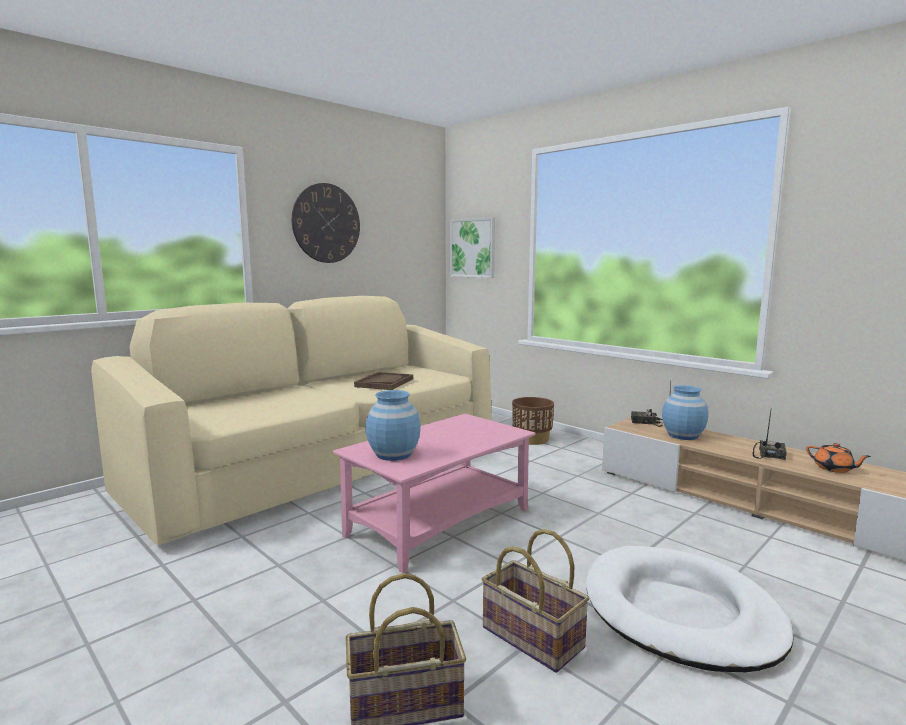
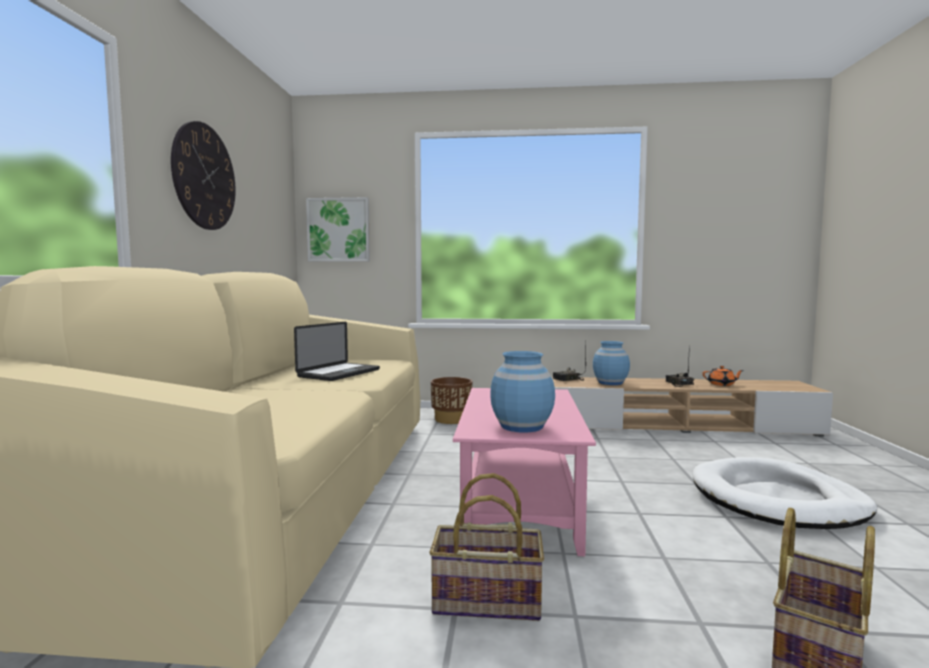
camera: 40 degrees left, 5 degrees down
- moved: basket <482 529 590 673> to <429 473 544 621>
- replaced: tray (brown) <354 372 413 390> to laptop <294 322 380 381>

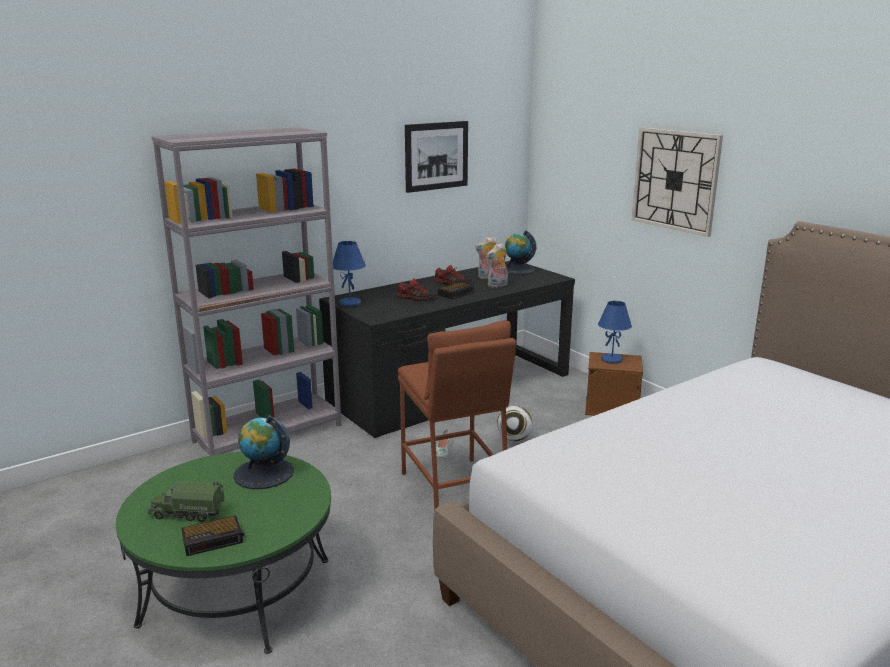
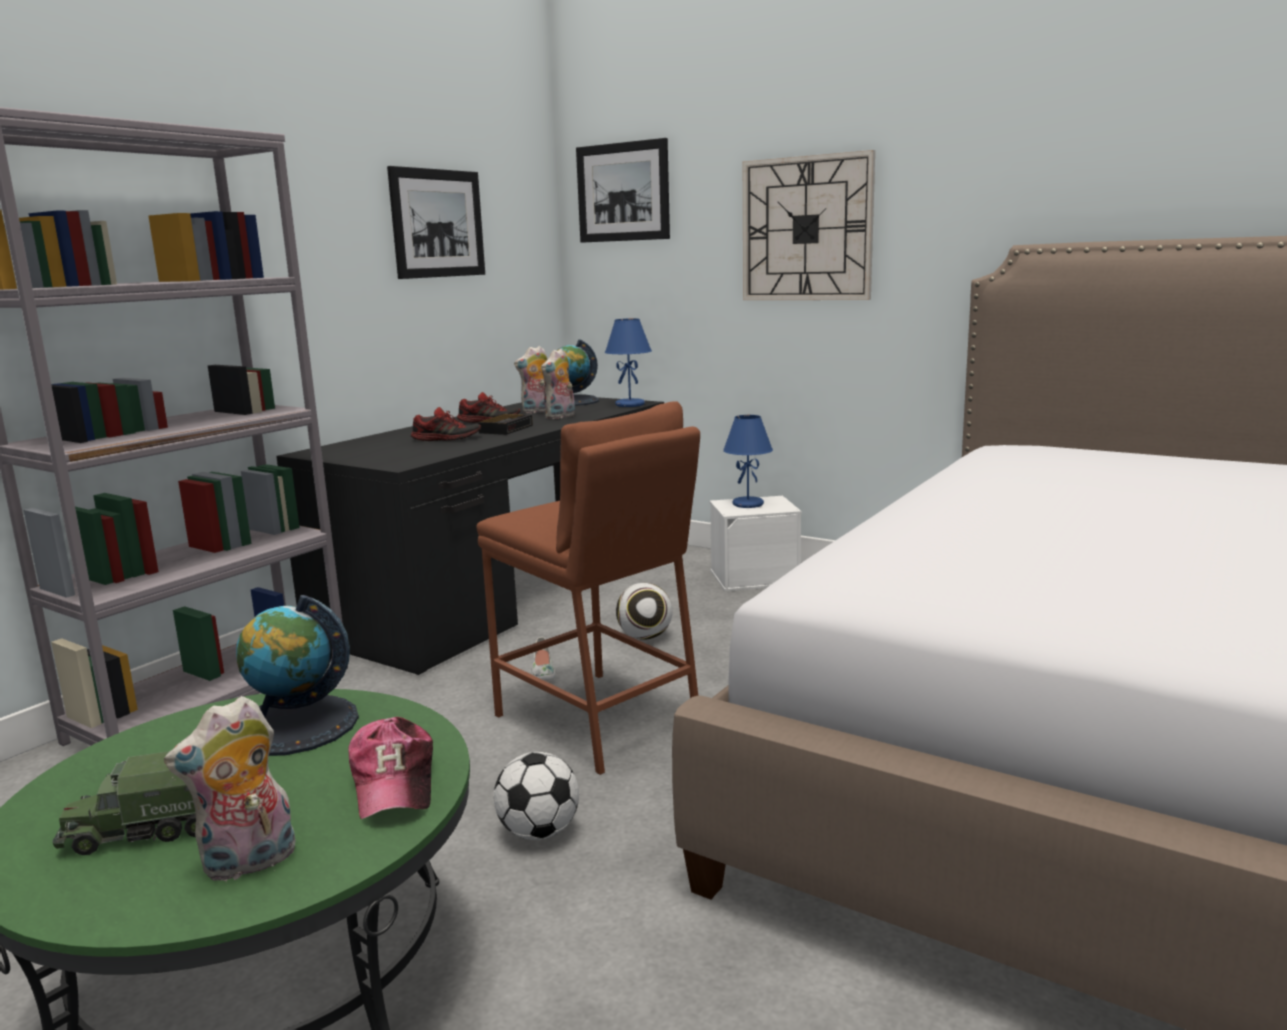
camera: 20 degrees left, 5 degrees down
- added: cap <348 717 433 819>
- added: football <494 752 579 840>
- added: picture <576 138 670 243>
- moved: table lamp (blue) <333 241 366 307> to <605 318 652 407>
- replaced: alarm clock <181 515 245 556> to plush toy <164 696 296 883>
- recoloured: storage box (brown) <585 352 643 416> to storage box (white) <710 496 802 591>

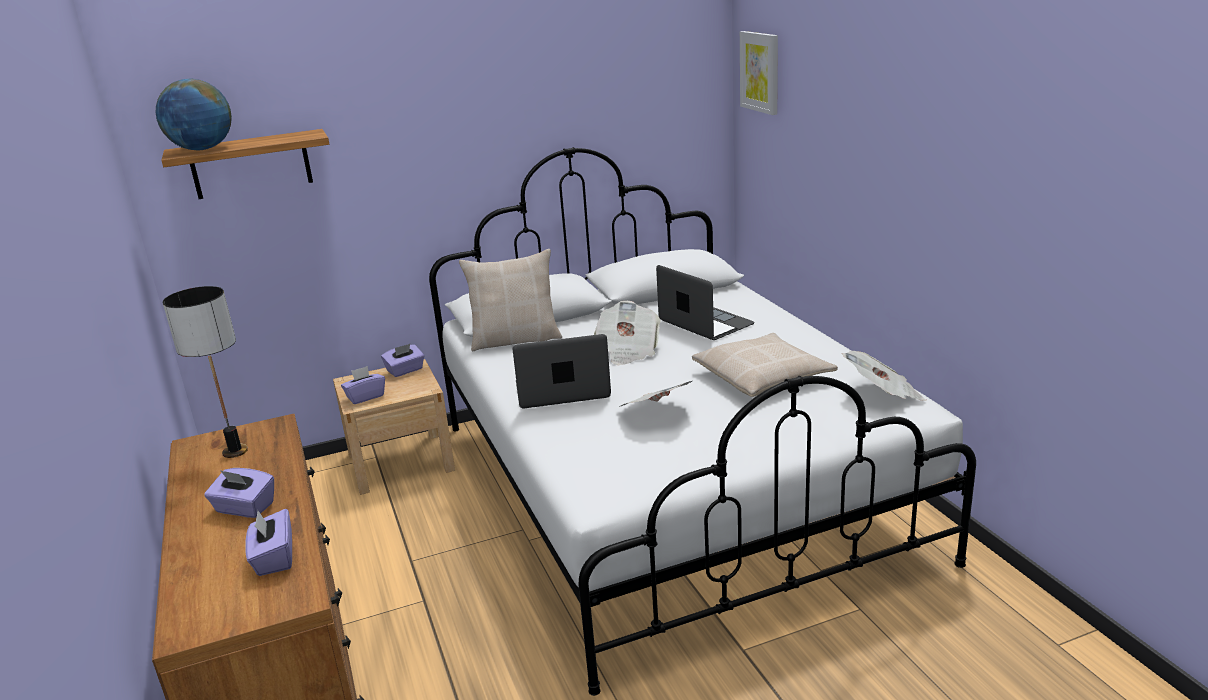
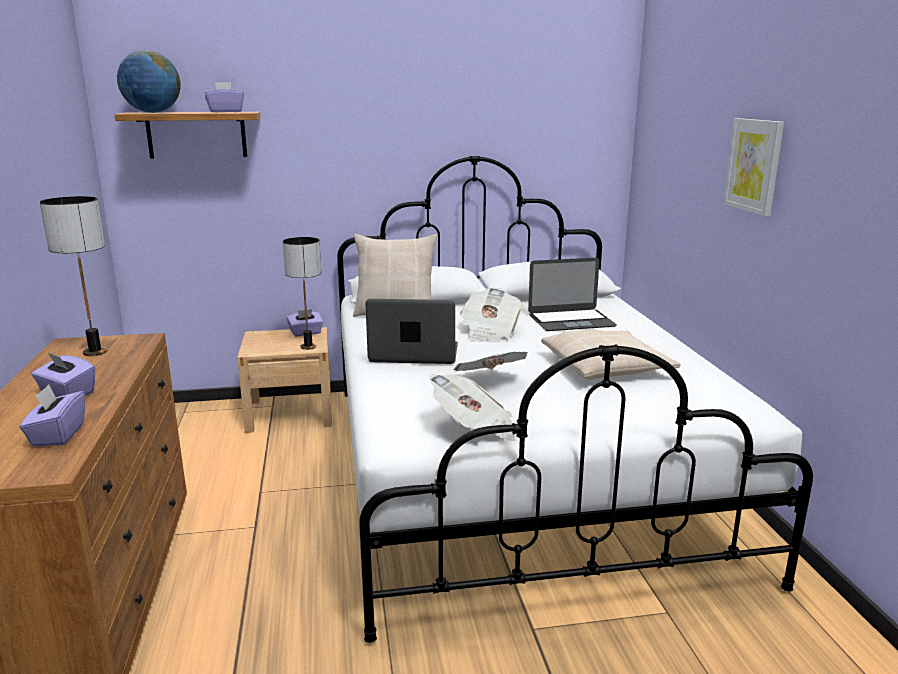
camera: 10 degrees right, 5 degrees down
- added: table lamp <283 237 321 350>
- moved: tissue box (purple) <341 366 385 404> to <205 82 244 112>
- moved: picture <740 31 778 115> to <724 118 784 216>
- moved: newspaper <842 351 926 401> to <429 374 515 441>
- turned: laptop <656 265 755 340> = <528 258 617 331> 105 degrees clockwise

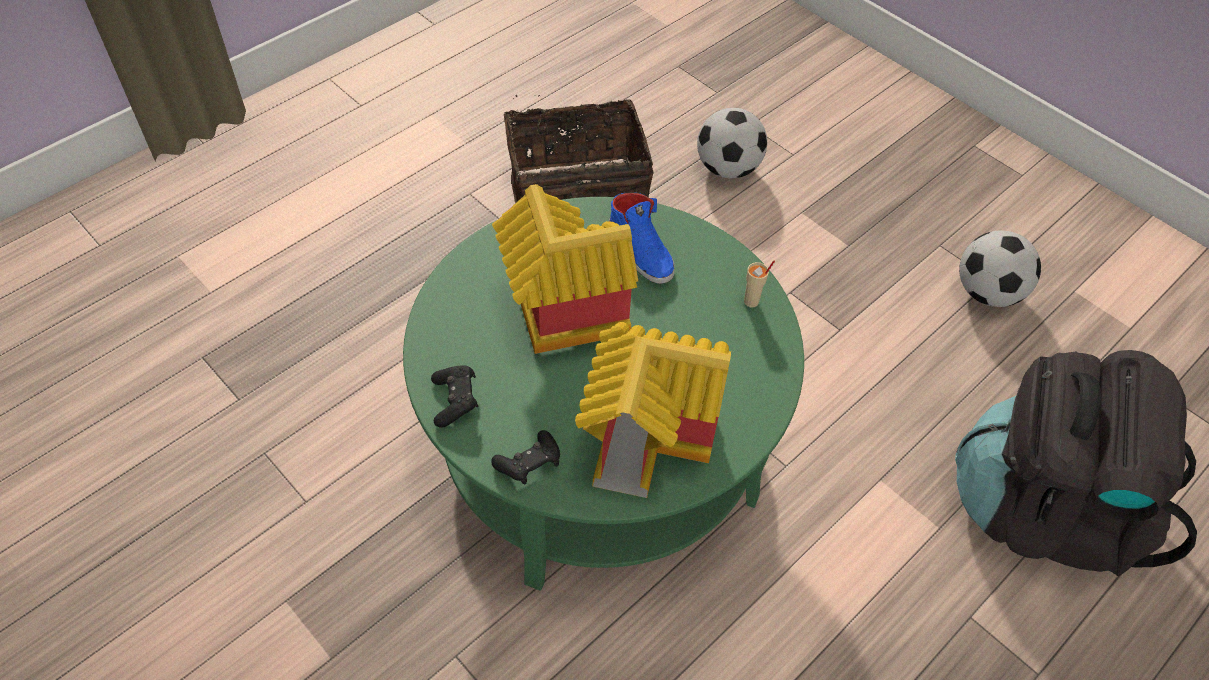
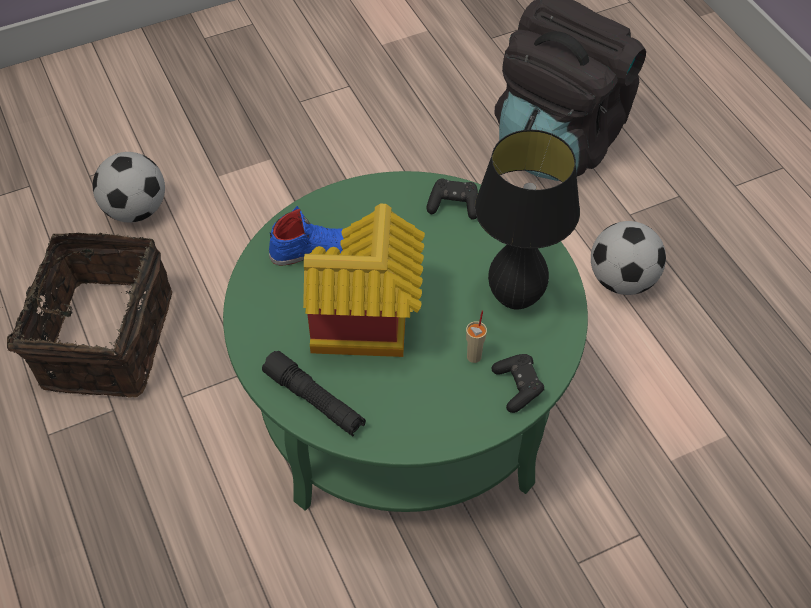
camera: 70 degrees left, 0 degrees up
- added: flashlight (black) <262 351 366 436>
- moved: game controller (black) <431 365 478 428> to <426 178 478 220>
- moved: cup (beige) <744 261 775 308> to <466 311 487 363>
- moved: football <959 231 1041 307> to <591 221 666 295>
- replaced: toy house <575 322 731 498> to table lamp (black) <475 130 580 310>

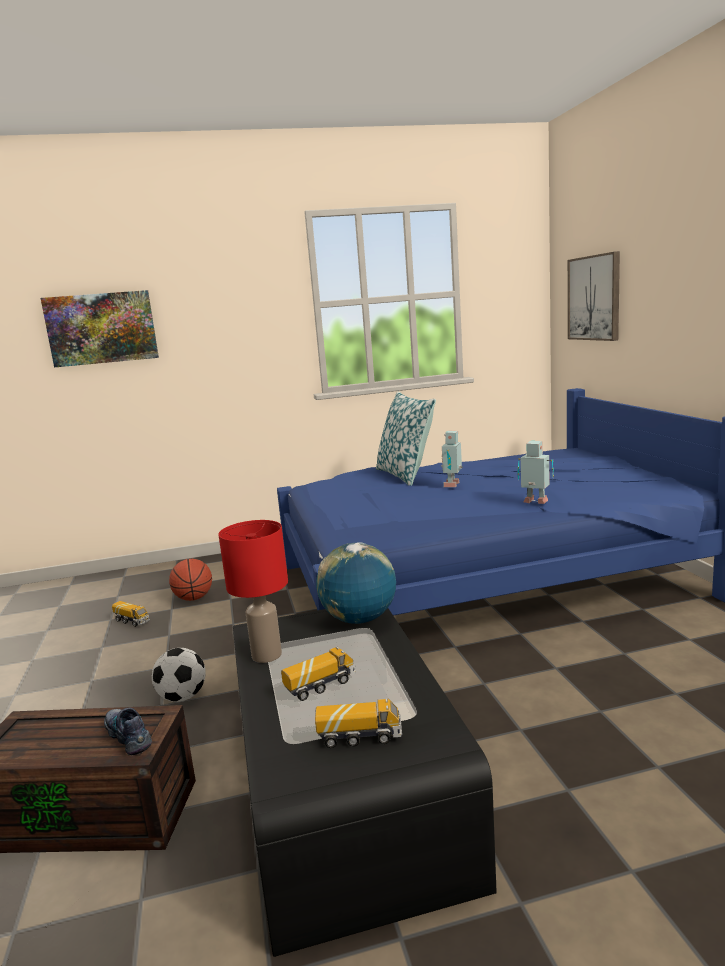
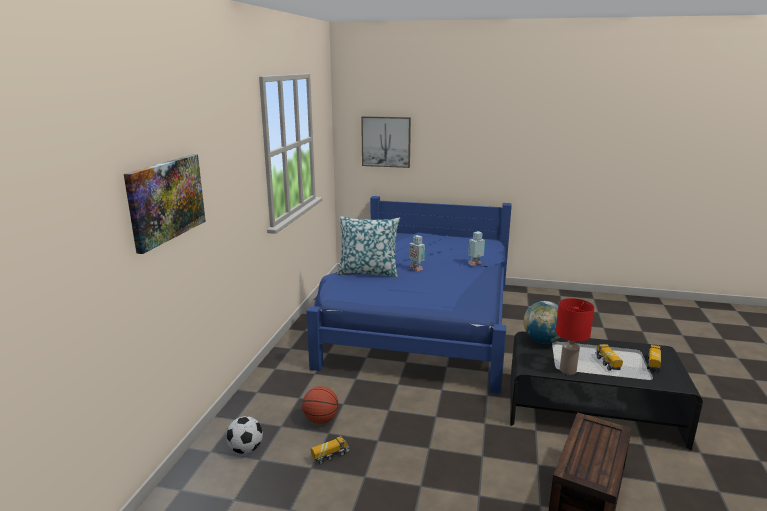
camera: 65 degrees left, 5 degrees up
- removed: shoe <104 707 152 755>
- moved: football <152 648 206 702> to <226 416 263 454>

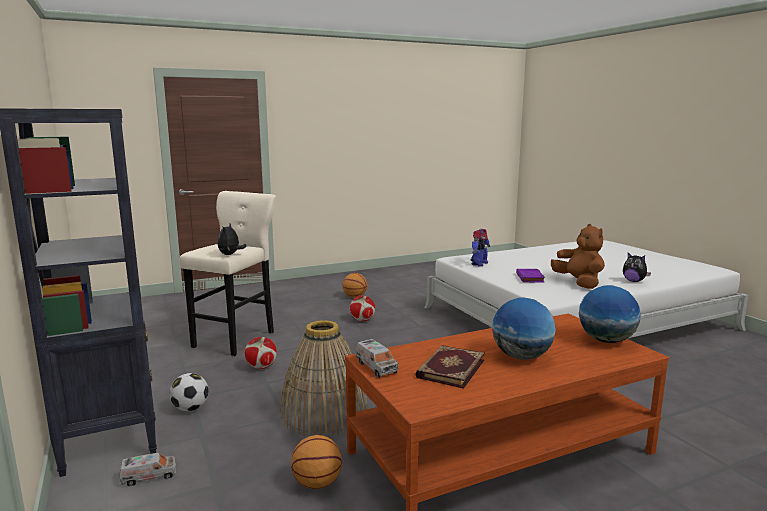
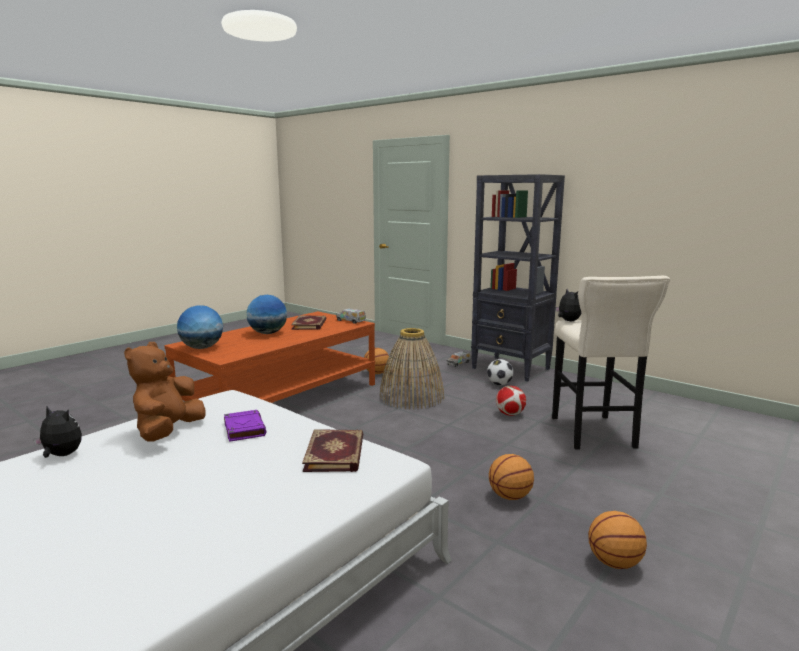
camera: 155 degrees right, 0 degrees up
- replaced: football <350 296 375 321> to basketball <489 454 534 500>
- replaced: toy robot <471 229 490 267> to book <302 429 363 472>
- turned: plush toy (brown) <551 224 605 289> = <124 342 206 442> 60 degrees clockwise

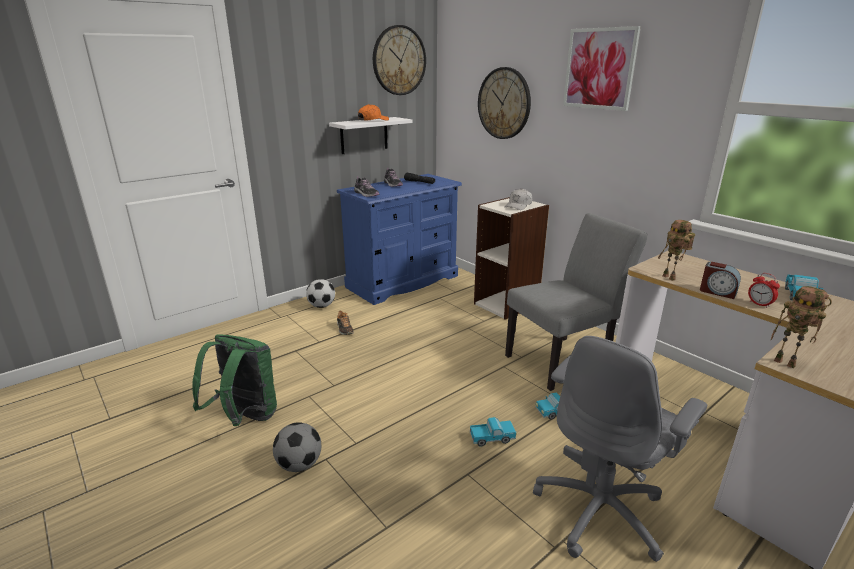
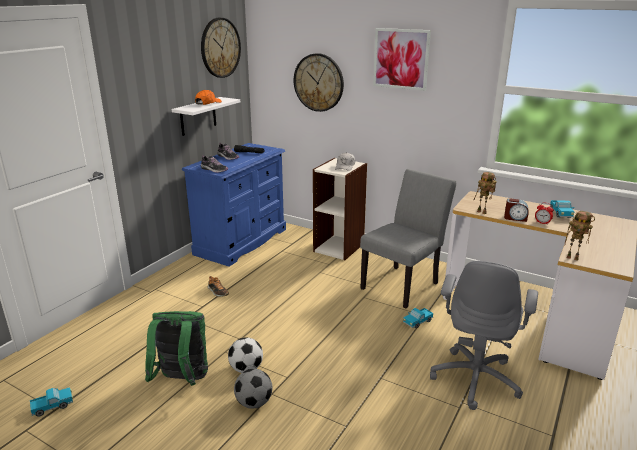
camera: 20 degrees left, 0 degrees up
- moved: football <306 279 335 308> to <228 337 263 373>
- moved: toy truck <470 417 517 447> to <30 388 73 417>

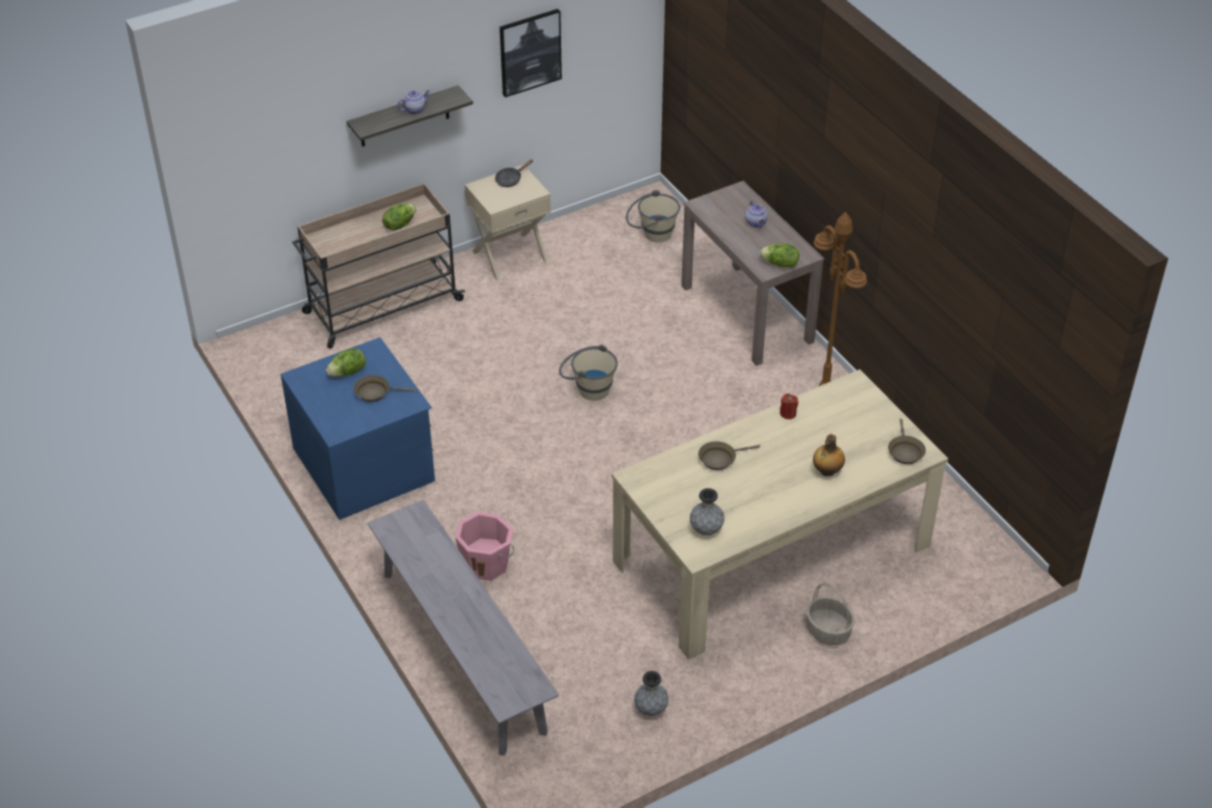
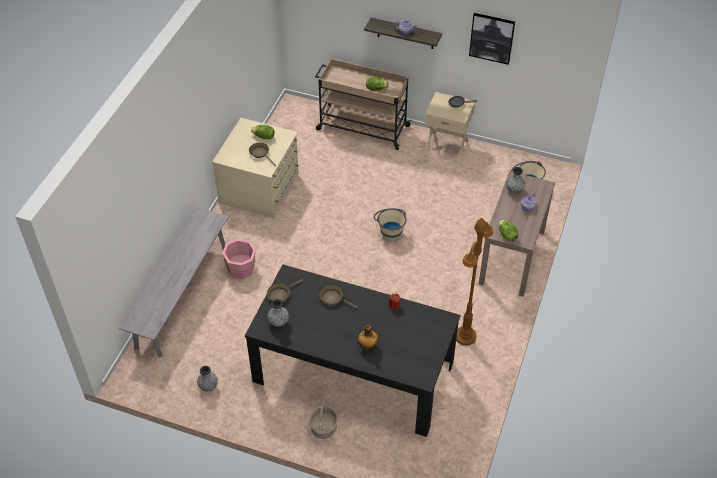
camera: 50 degrees right, 5 degrees up
- added: vase (grey) <506 167 525 193>
- moved: frying pan (brown) <888 419 926 464> to <267 279 303 302>
- recoloured: dresser (blue) <281 337 435 520> to dresser (beige) <212 118 299 218>
- recoloured: dining table (beige) <612 369 948 660> to dining table (black) <245 264 460 437>

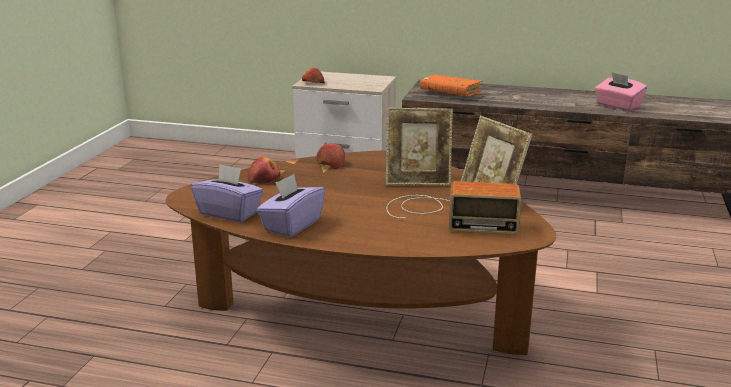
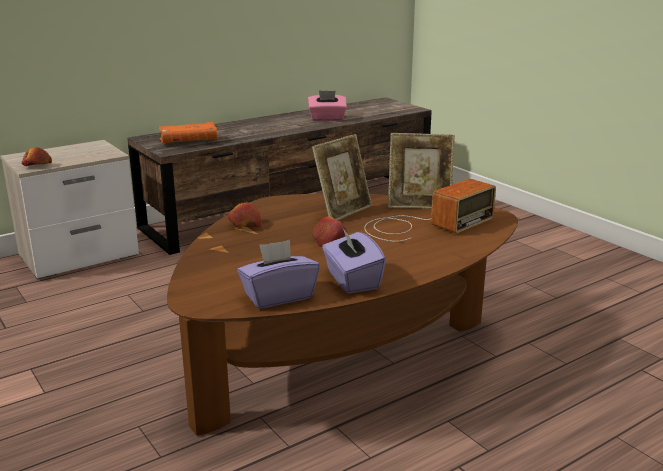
camera: 50 degrees left, 0 degrees up
- moved: apple <248 157 280 184> to <312 216 347 247>

